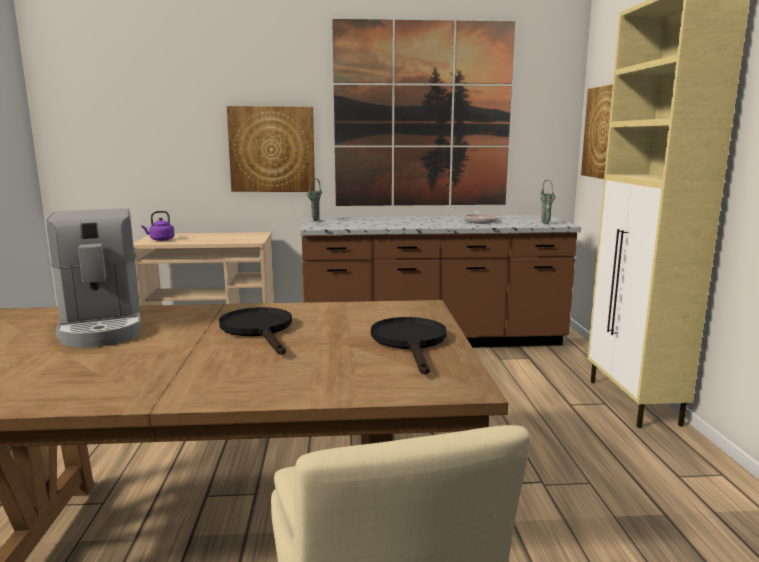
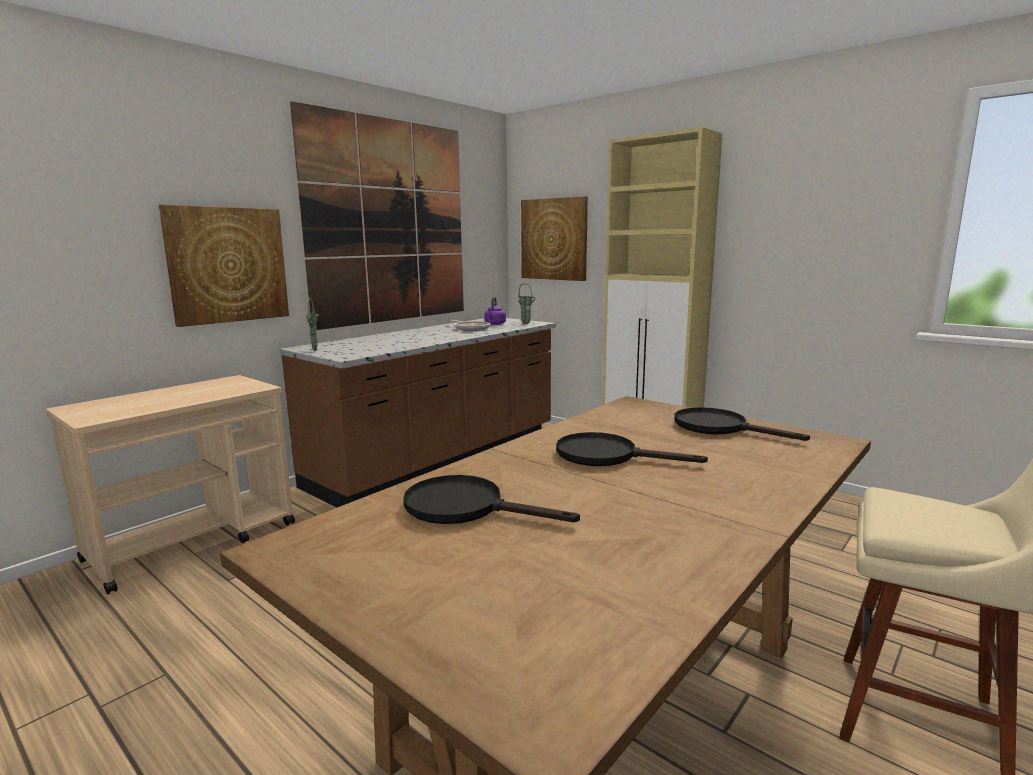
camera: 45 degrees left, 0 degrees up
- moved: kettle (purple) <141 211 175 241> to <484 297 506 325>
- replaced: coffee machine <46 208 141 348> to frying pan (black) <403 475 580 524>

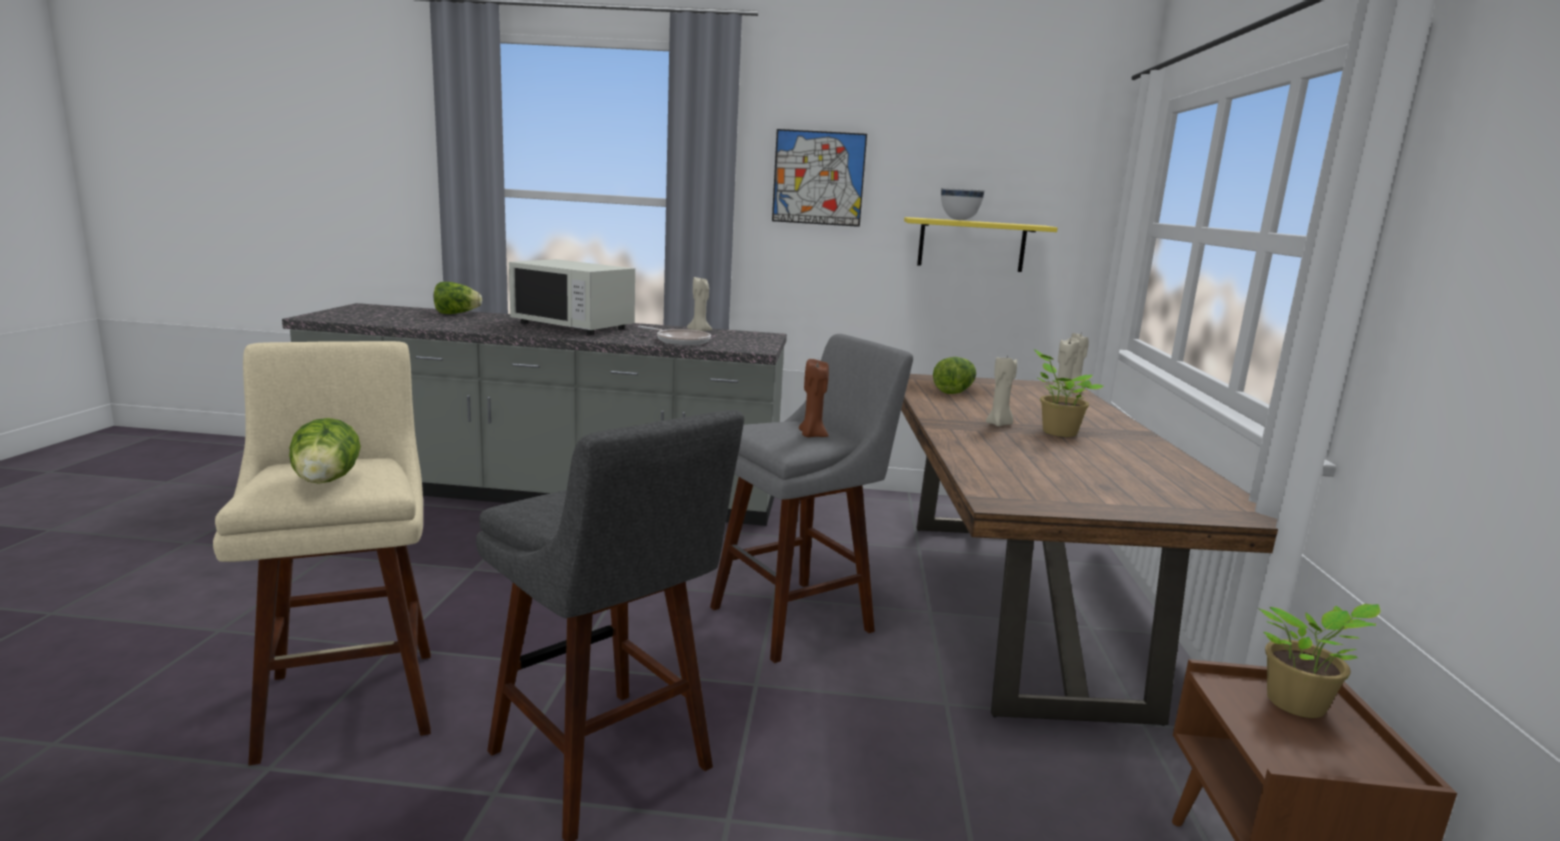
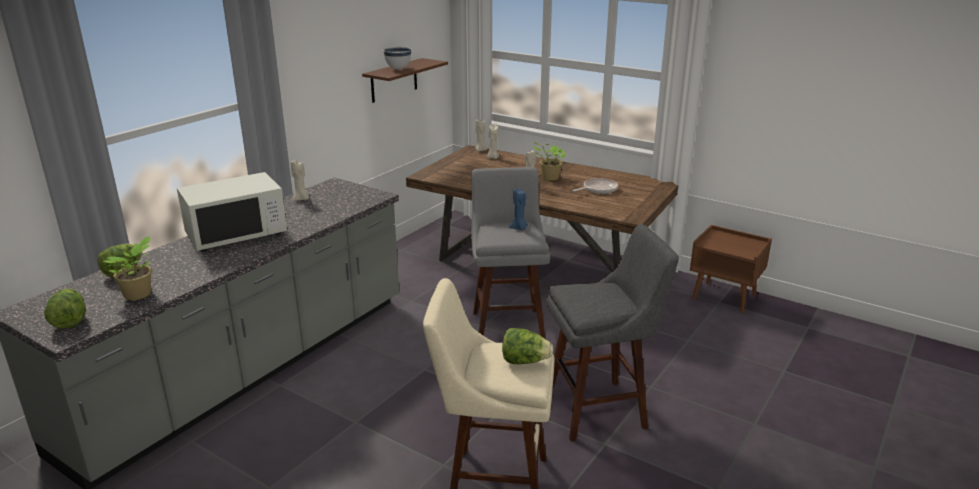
camera: 60 degrees left, 10 degrees up
- removed: picture <772 129 867 227>
- moved: frying pan <638 326 711 345> to <572 178 618 194>
- moved: lettuce <933 357 976 394> to <44 289 86 329>
- moved: potted plant <1258 604 1381 718> to <103 236 152 300>
- recoloured: candle (brown) <799 359 829 437> to candle (blue) <509 188 528 230>
- recoloured: shelf (yellow) <904 217 1058 272> to shelf (brown) <362 58 448 103>

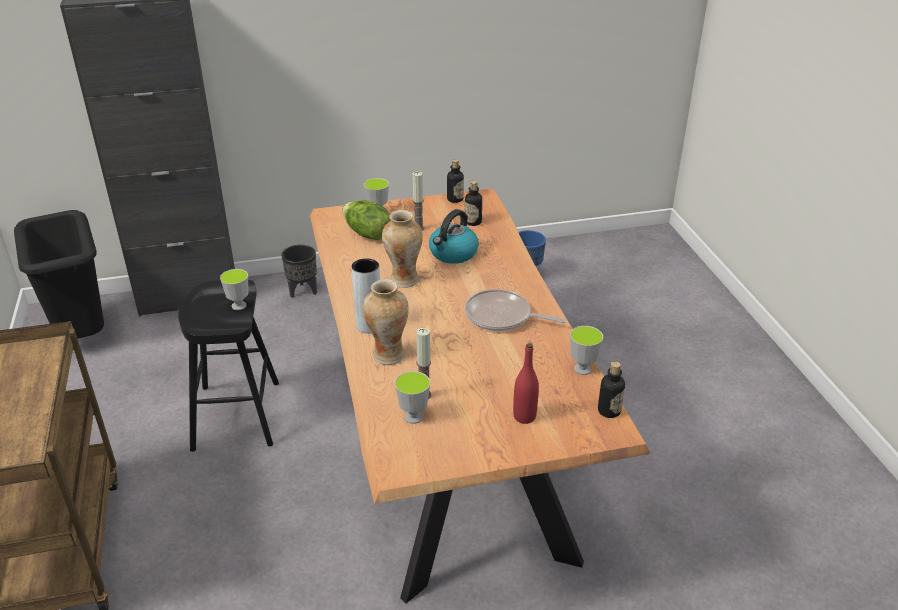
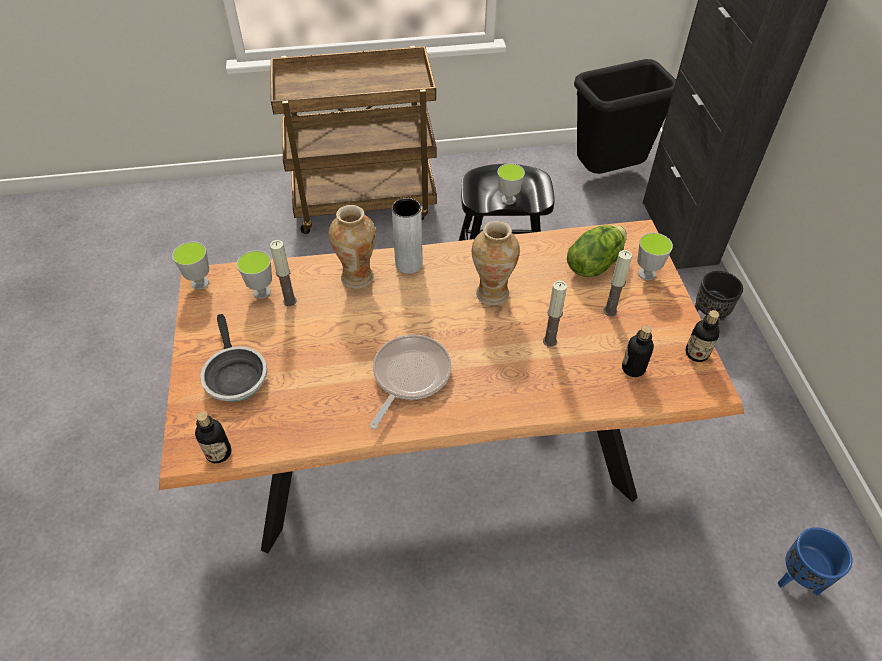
camera: 95 degrees right, 15 degrees up
- moved: cup <570 326 603 375> to <172 242 209 290>
- replaced: kettle <429 209 479 264> to candle <543 280 567 347>
- replaced: bottle (red) <513 343 539 424> to frying pan <200 314 267 402>

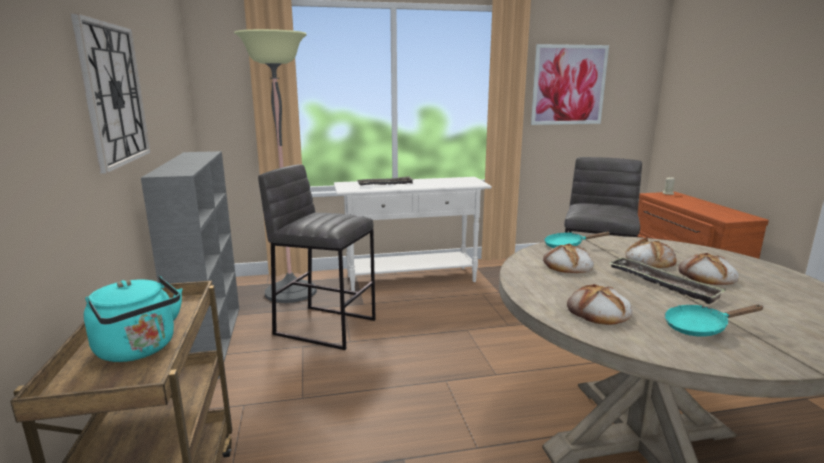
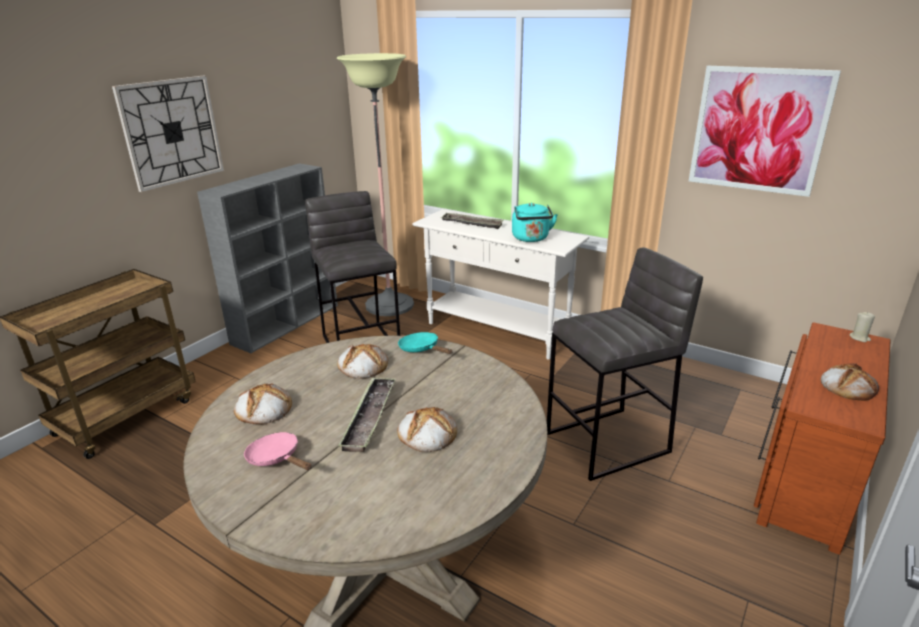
camera: 45 degrees right, 10 degrees up
- moved: kettle (turquoise) <84 276 183 362> to <512 203 558 242>
- moved: bread <626 237 677 268> to <821 363 879 401>
- recoloured: frying pan (turquoise) <665 305 764 337> to frying pan (pink) <244 432 312 470>

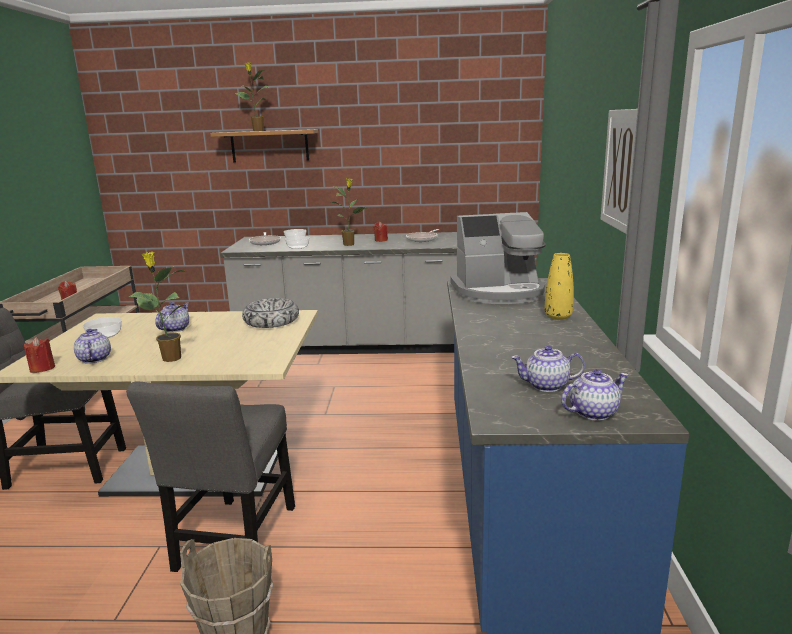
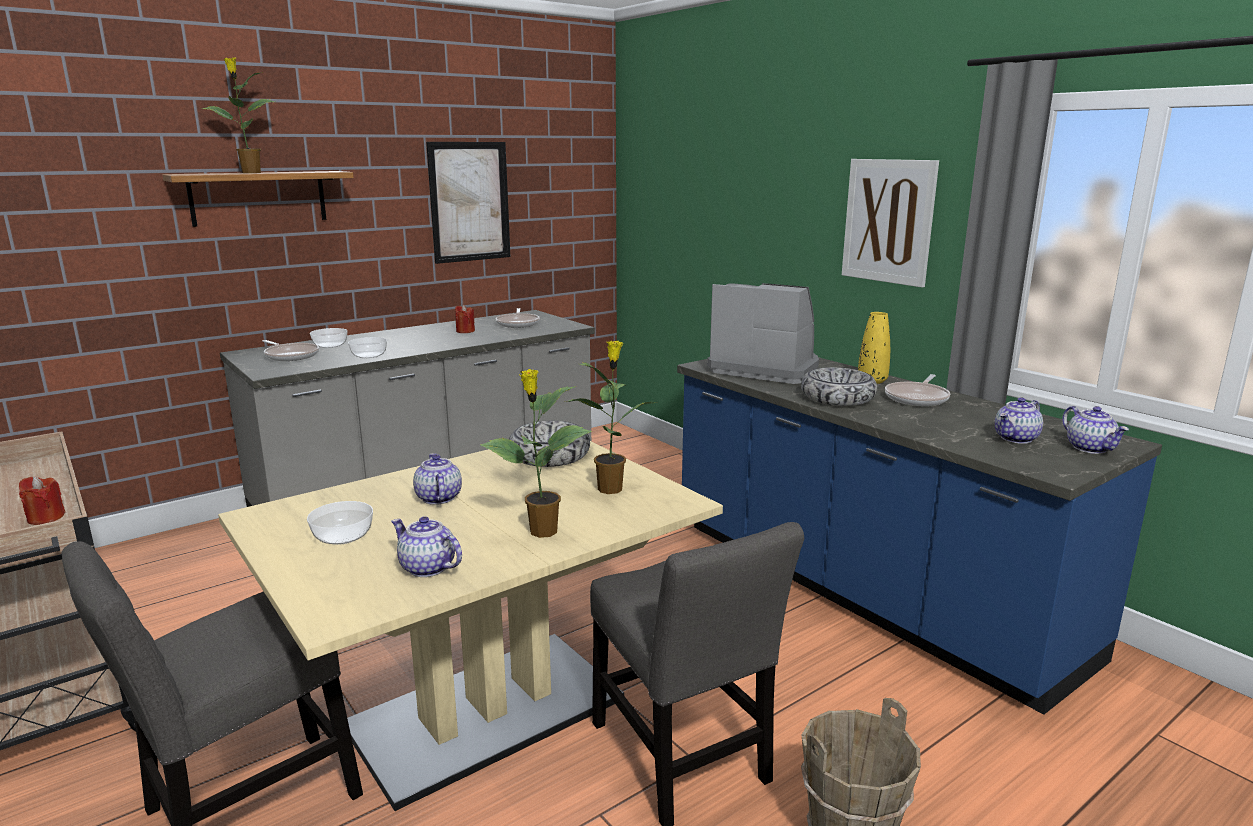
camera: 40 degrees left, 0 degrees up
- removed: candle (red) <24 337 55 373>
- added: picture <426 142 511 264>
- added: bowl <801 367 877 406>
- added: frying pan <885 374 950 406>
- moved: potted plant <332 178 365 246> to <566 341 658 494>
- turned: coffee machine <451 212 546 304> = <707 283 819 384> 105 degrees counterclockwise
- turned: teapot <561 369 628 421> = <1062 406 1129 454> 135 degrees clockwise

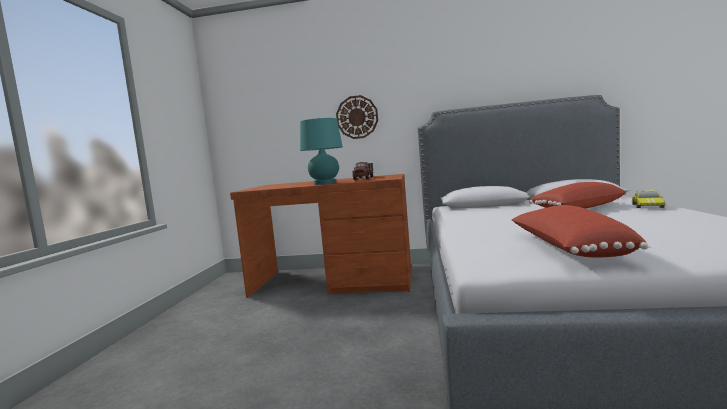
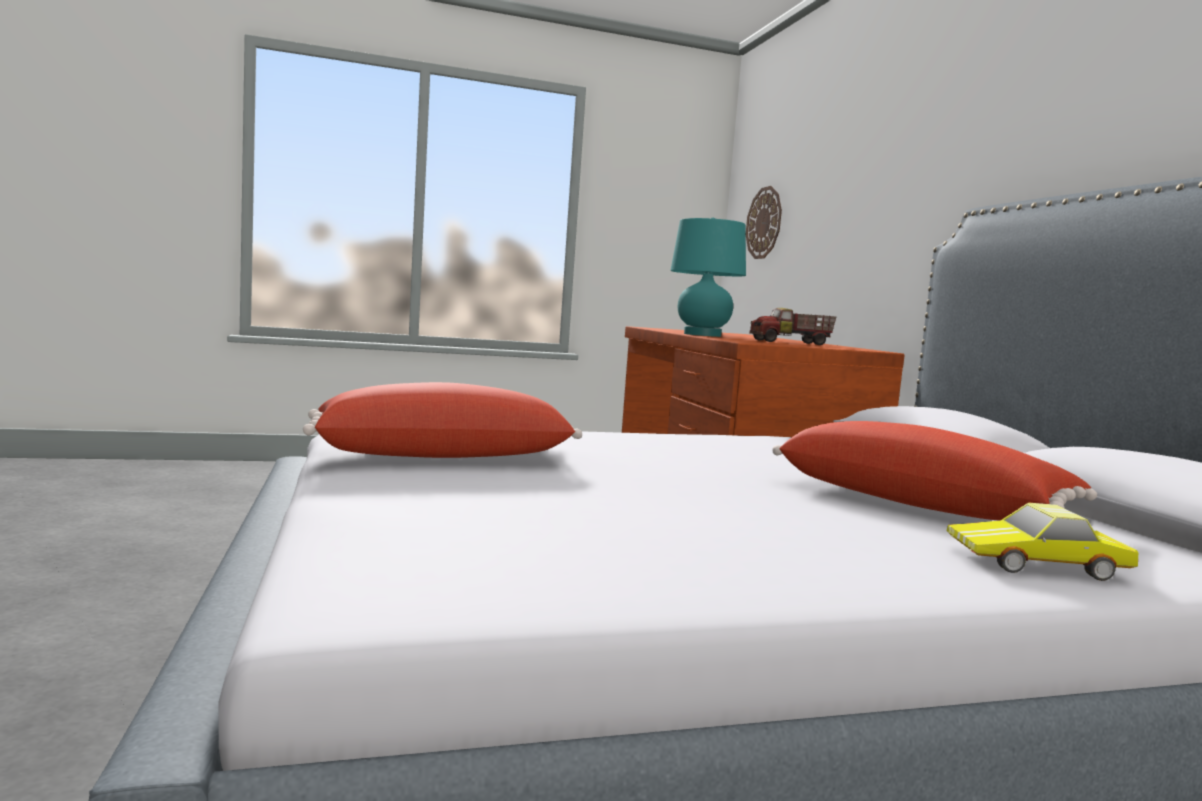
camera: 65 degrees right, 0 degrees up
- moved: wall clock <336 95 378 139> to <746 186 782 259>

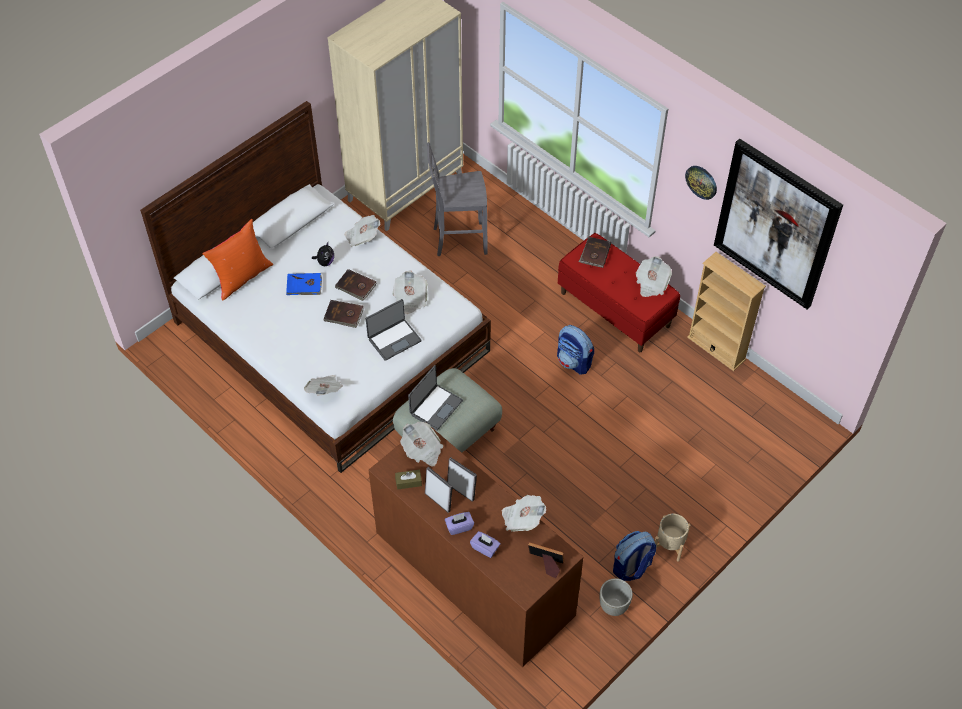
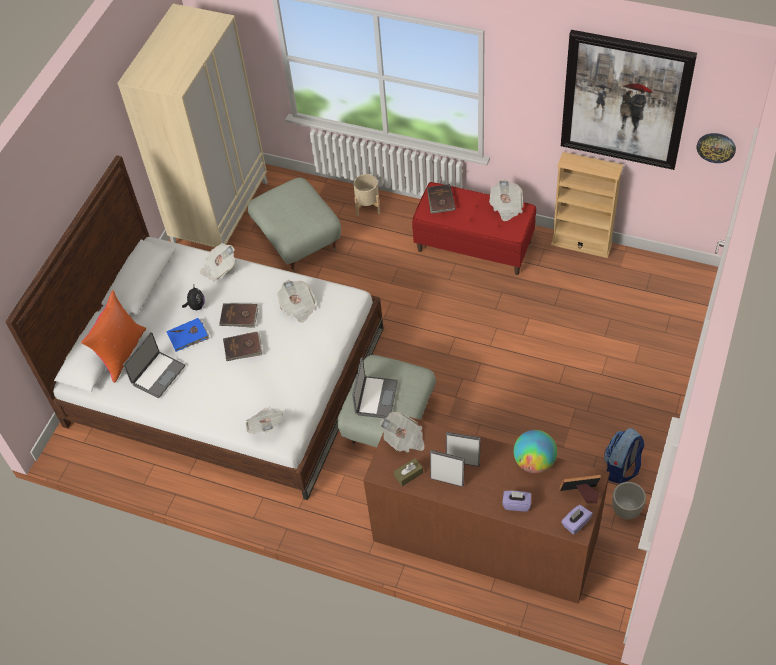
camera: 20 degrees left, 0 degrees up
- removed: backpack <557 325 594 375>
- moved: laptop <366 299 422 361> to <123 332 185 398>
- moved: tissue box (purple) <445 512 474 535> to <561 505 593 535>
- moved: planter (beige) <655 514 690 562> to <353 174 380 216>
- moved: wall clock <685 166 717 200> to <696 133 736 163>
- replaced: chair (grey) <427 142 488 256> to ottoman (grey) <248 177 341 272>
- replaced: newspaper <502 495 546 532> to globe <514 430 557 473>

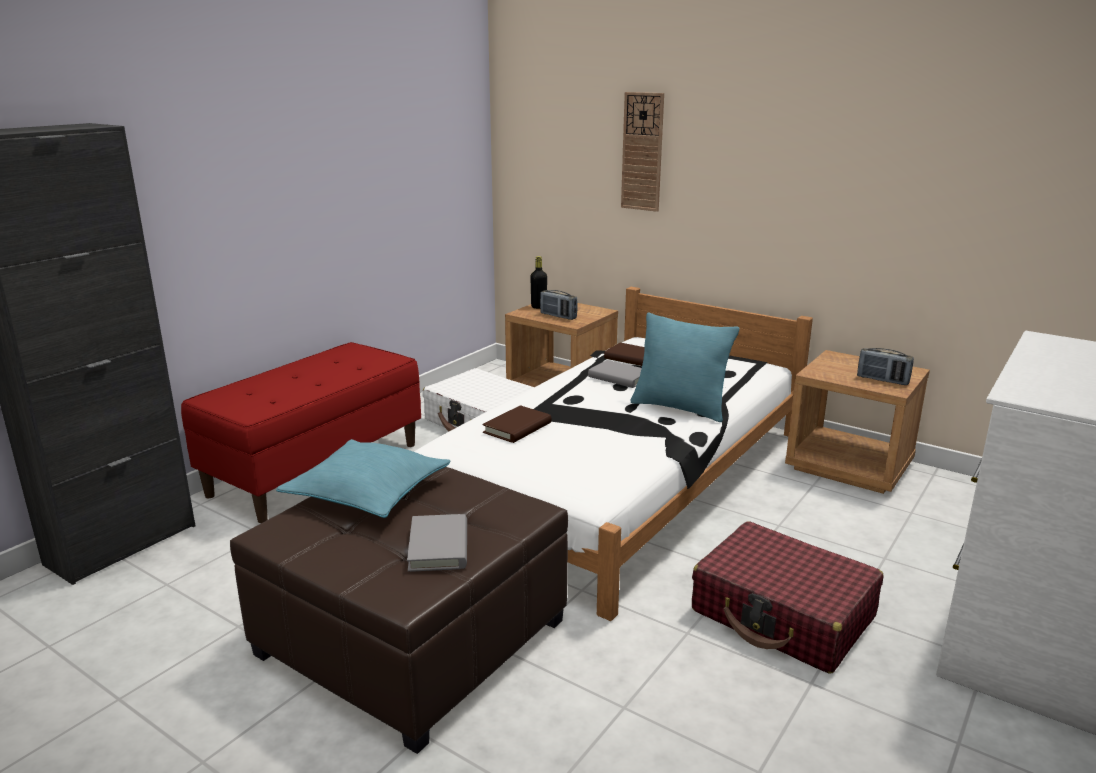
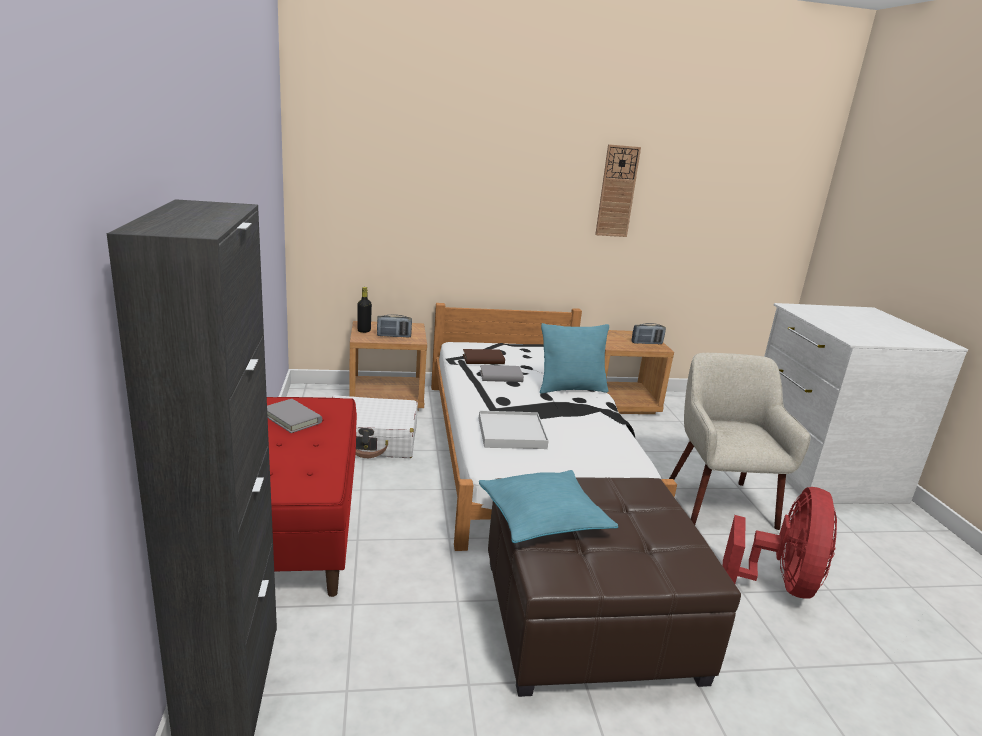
camera: 45 degrees left, 0 degrees up
- added: fan (red) <723 487 837 599>
- moved: book (grey) <407 514 467 572> to <267 399 322 433>
- moved: wall clock <621 92 664 212> to <595 144 641 237>
- replaced: book (brown) <482 405 552 443> to tray (white) <479 411 549 449>
- replaced: suitcase (red) <692 521 884 673> to armchair (beige) <669 353 811 530>

